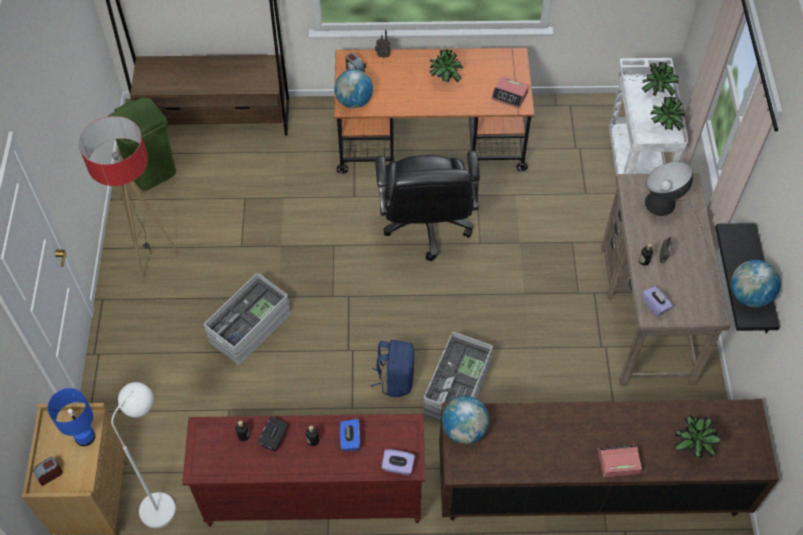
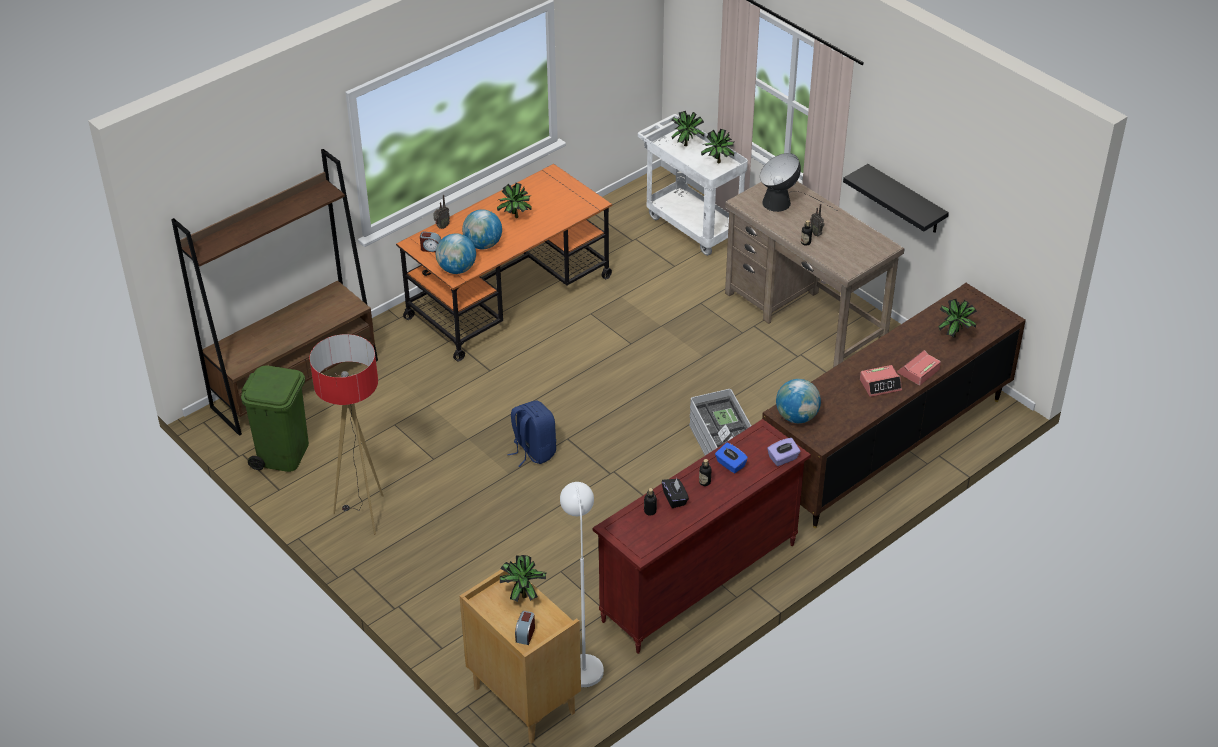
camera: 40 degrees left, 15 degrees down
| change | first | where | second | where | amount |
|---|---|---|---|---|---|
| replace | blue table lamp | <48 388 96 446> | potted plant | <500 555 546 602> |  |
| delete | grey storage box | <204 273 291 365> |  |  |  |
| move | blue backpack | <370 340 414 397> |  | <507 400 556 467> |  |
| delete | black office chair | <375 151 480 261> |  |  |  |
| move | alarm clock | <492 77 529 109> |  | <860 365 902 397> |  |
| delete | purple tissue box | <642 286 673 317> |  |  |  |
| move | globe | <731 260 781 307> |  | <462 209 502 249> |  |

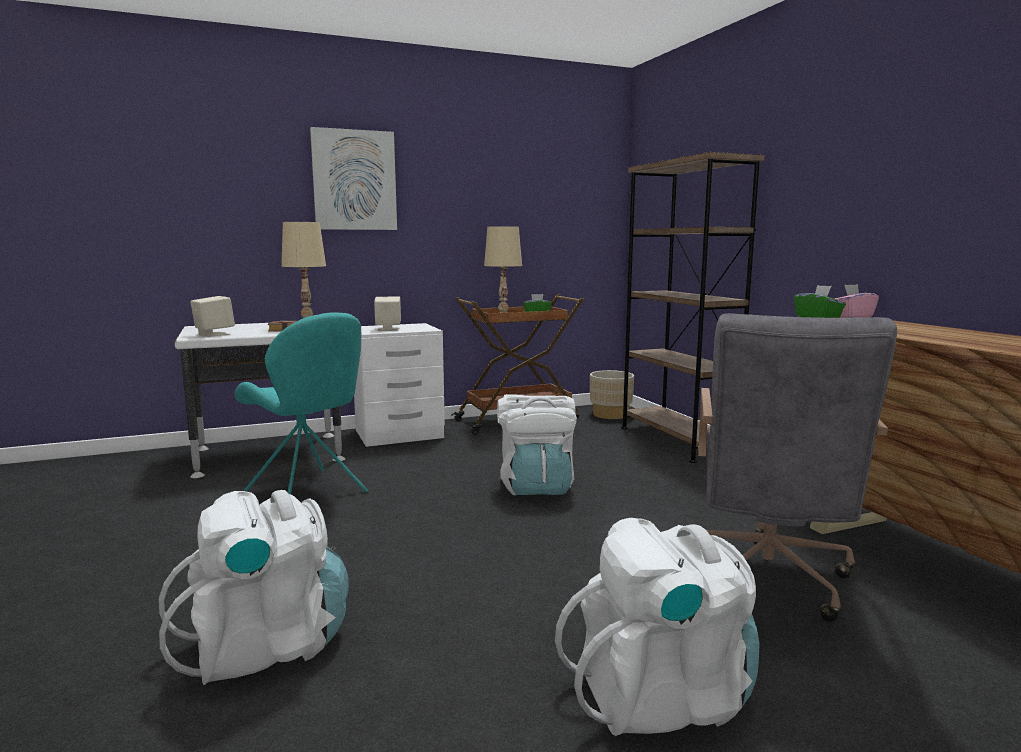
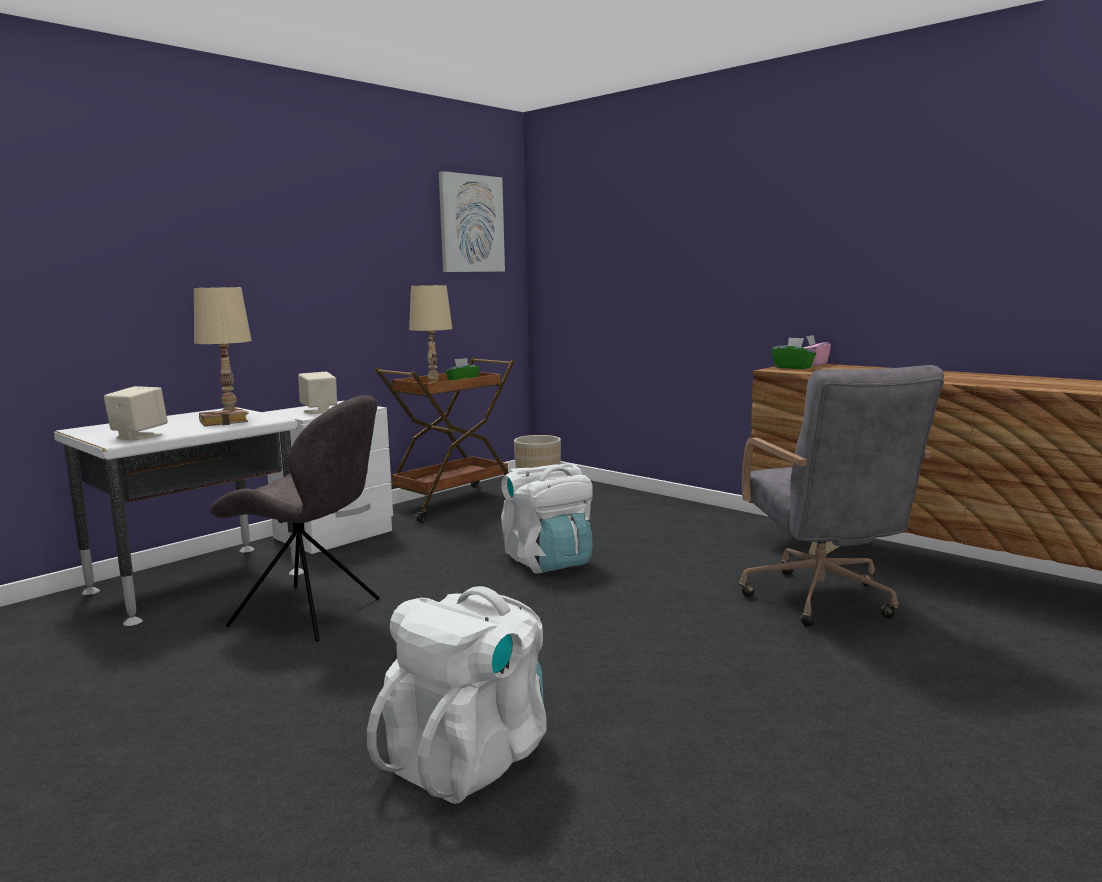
camera: 25 degrees left, 0 degrees up
| change | first | where | second | where | amount |
|---|---|---|---|---|---|
| recolor | turquoise chair | <235 312 368 495> | grey chair | <210 395 380 641> |  |
| move | picture | <310 127 397 230> |  | <439 171 505 272> |  |
| delete | white backpack | <555 518 760 736> |  |  |  |
| delete | brown bookcase | <621 152 765 463> |  |  |  |

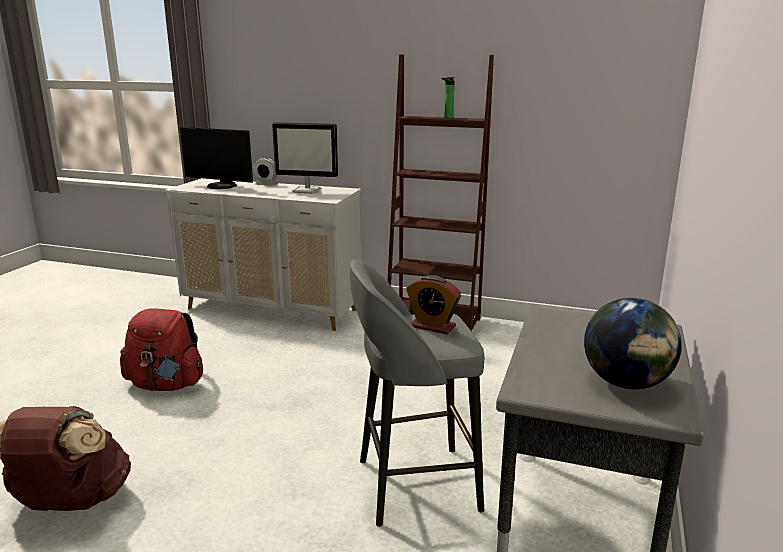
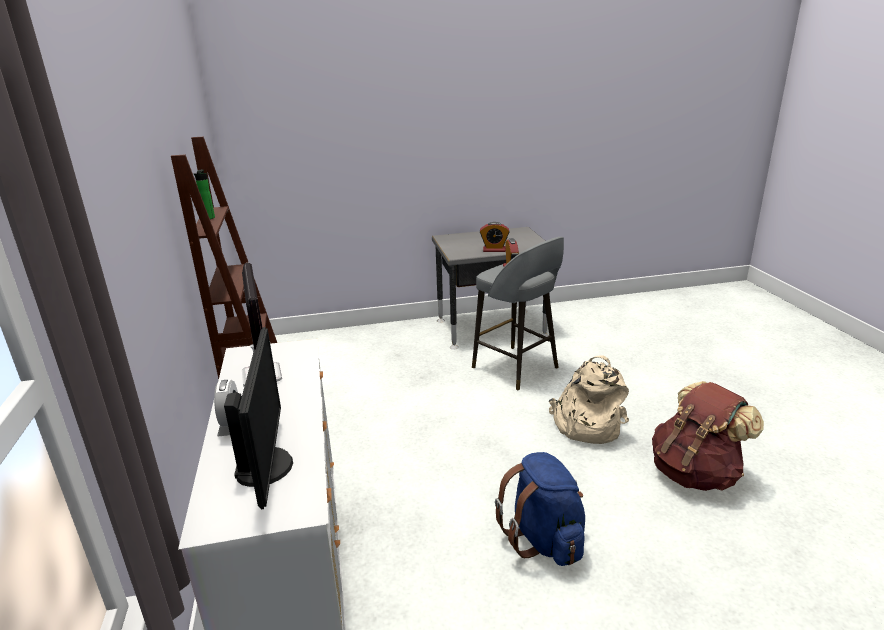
camera: 120 degrees left, 5 degrees up
| change | first | where | second | where | amount |
|---|---|---|---|---|---|
| recolor | red backpack | <120 308 203 391> | blue backpack | <495 452 585 566> |  |
| delete | globe | <584 298 682 389> |  |  |  |
| insert |  |  | alarm clock | <480 222 510 252> |  |
| insert |  |  | beige backpack | <549 355 629 444> |  |

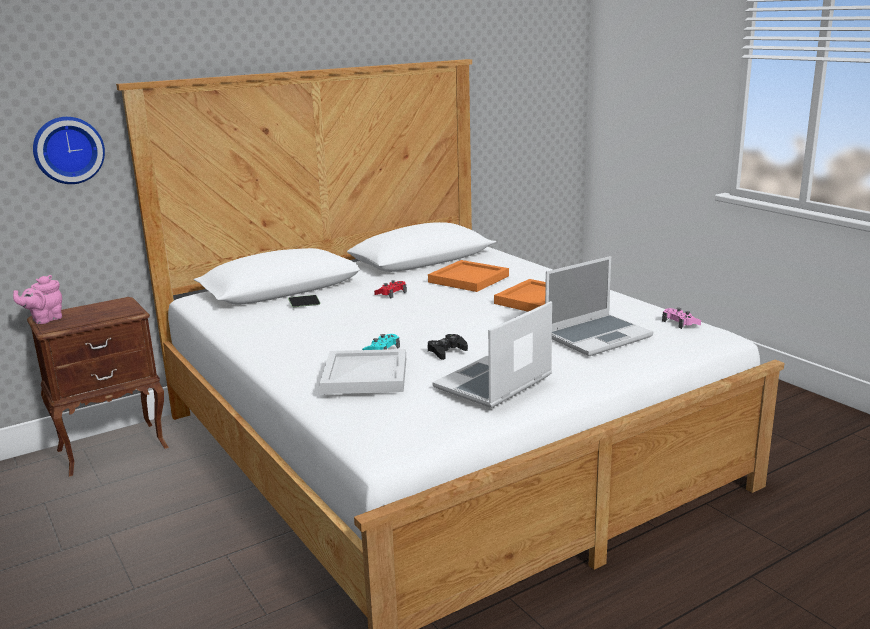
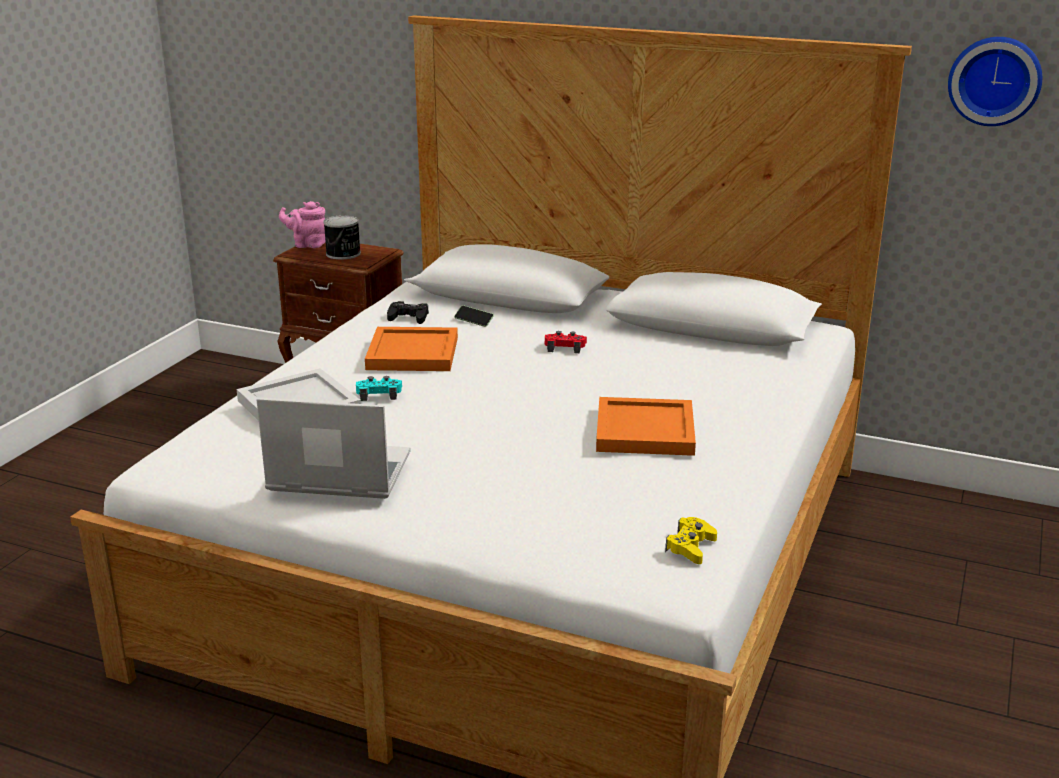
camera: 55 degrees right, 5 degrees up
| change | first | where | second | where | amount |
|---|---|---|---|---|---|
| move | wall clock | <33 117 105 184> |  | <948 37 1042 126> |  |
| move | orange tray | <428 260 509 292> |  | <365 327 458 371> |  |
| move | black game controller | <428 334 468 360> |  | <387 301 429 324> |  |
| delete | laptop | <545 256 653 356> |  |  |  |
| recolor | pink game controller | <662 308 701 329> | yellow game controller | <665 517 717 564> |  |
| insert |  |  | can | <323 215 361 260> |  |

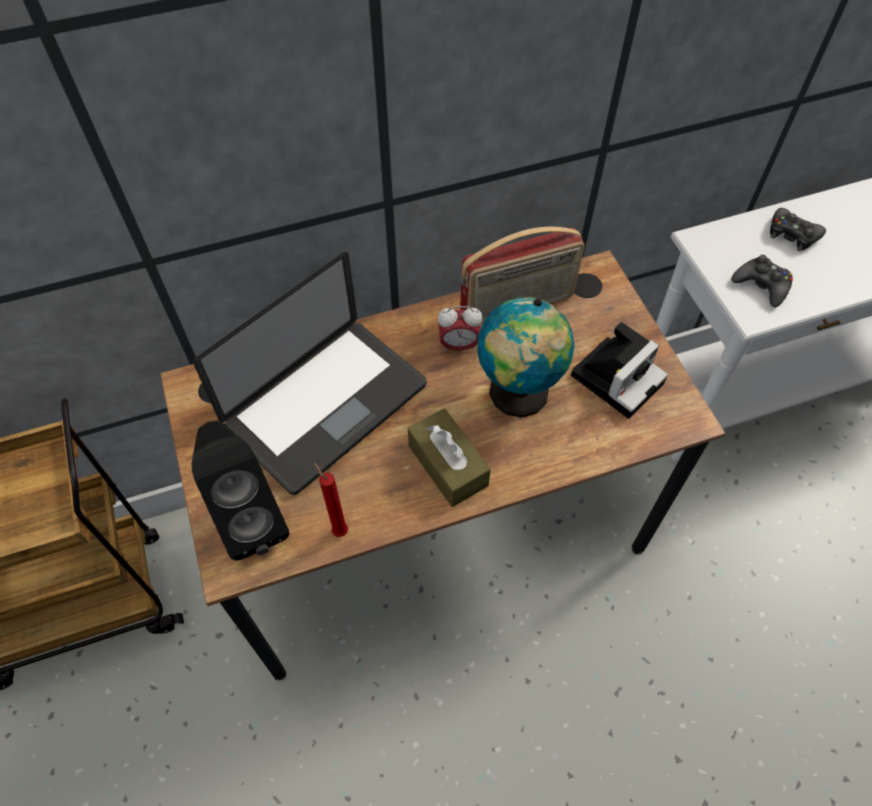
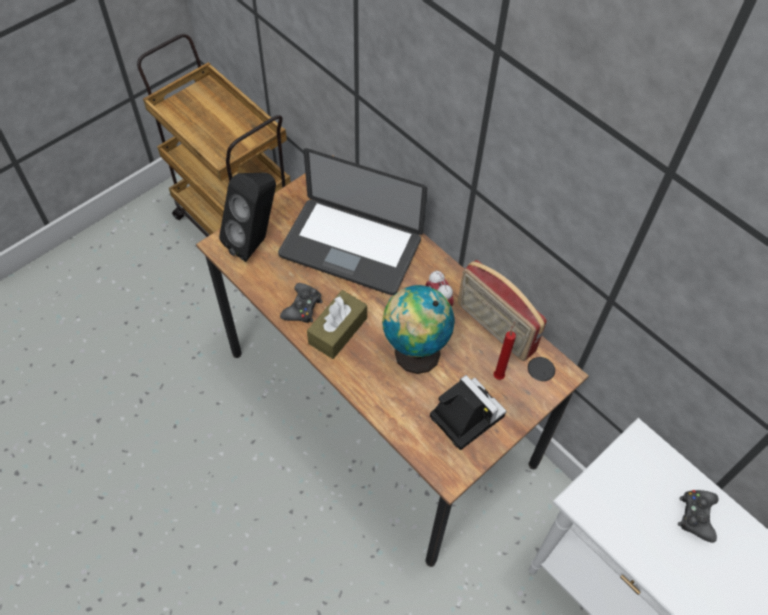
camera: 65 degrees right, 0 degrees up
| change | first | where | second | where | amount |
|---|---|---|---|---|---|
| move | red candle | <314 463 348 537> |  | <494 322 516 380> |  |
| rotate | photo camera | <571 322 668 419> |  | <430 375 506 450> | 150 degrees counterclockwise |
| move | black game controller | <731 255 793 307> |  | <280 283 323 323> |  |

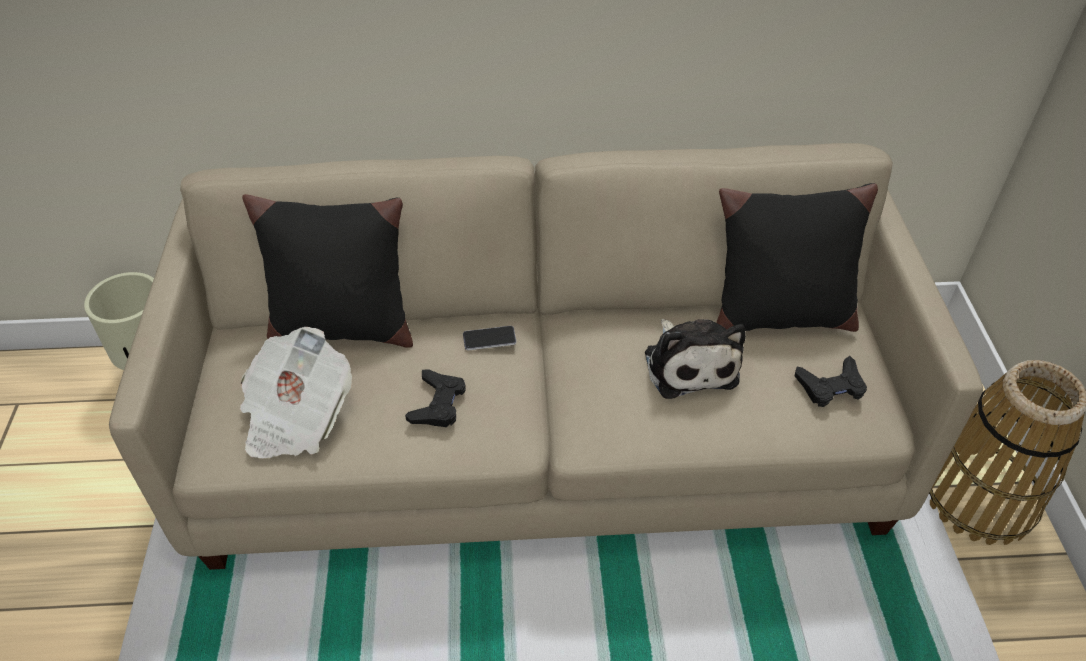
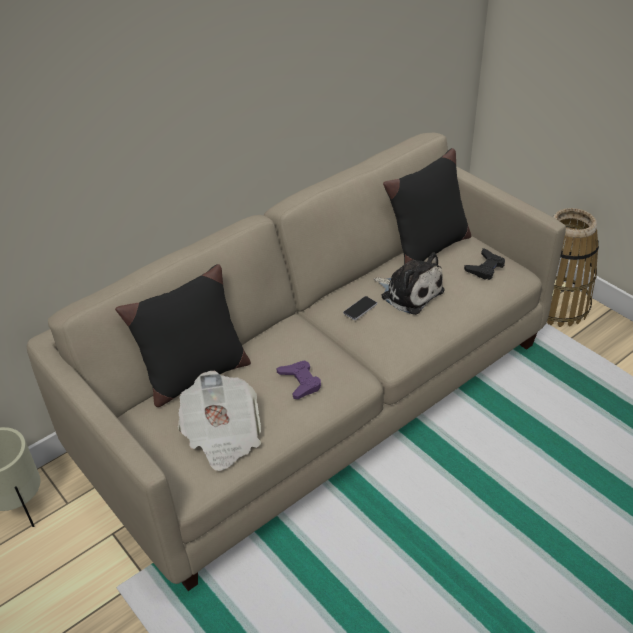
camera: 35 degrees left, 5 degrees down
| change | first | where | second | where | amount |
|---|---|---|---|---|---|
| recolor | black game controller | <405 369 466 427> | purple game controller | <277 360 321 399> |  |
| move | phone | <463 326 517 351> |  | <343 296 377 320> |  |

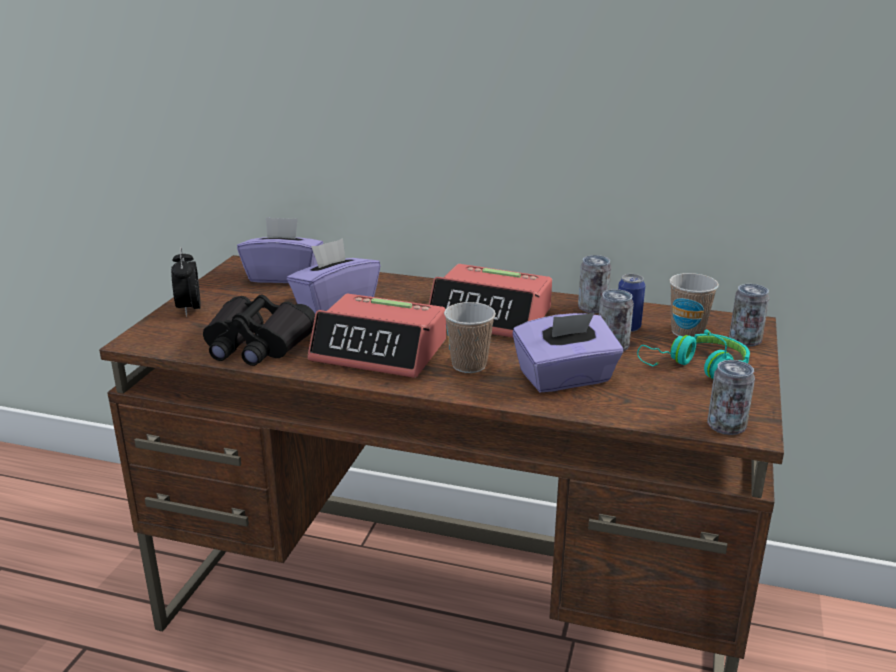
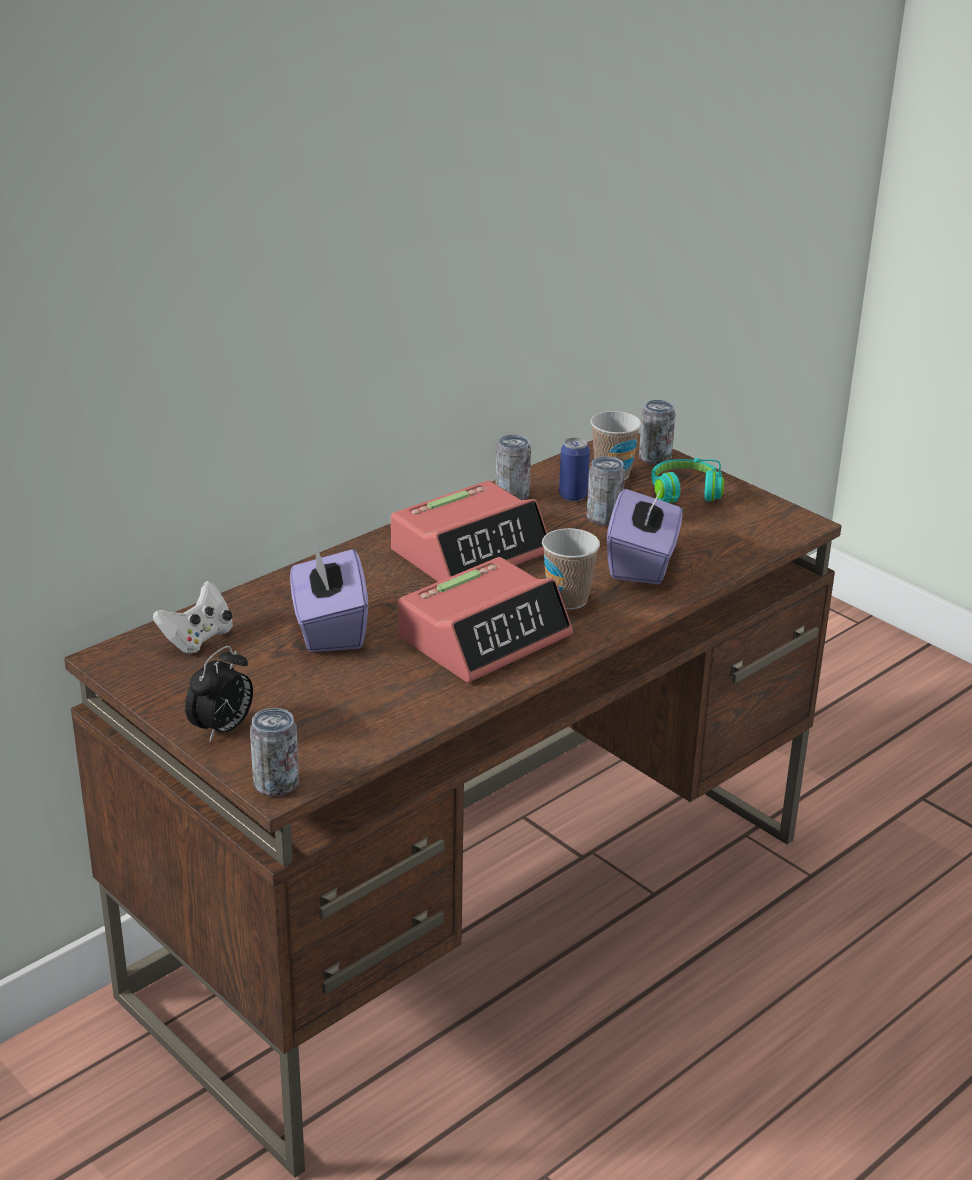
camera: 60 degrees left, 5 degrees up
| change | first | where | second | where | amount |
|---|---|---|---|---|---|
| rotate | alarm clock | <171 247 201 317> |  | <185 646 253 742> | 75 degrees counterclockwise |
| delete | black binoculars | <203 294 315 366> |  |  |  |
| replace | purple tissue box | <237 217 323 283> | white game controller | <153 581 233 654> |  |
| move | can | <707 360 755 435> |  | <250 708 299 796> |  |

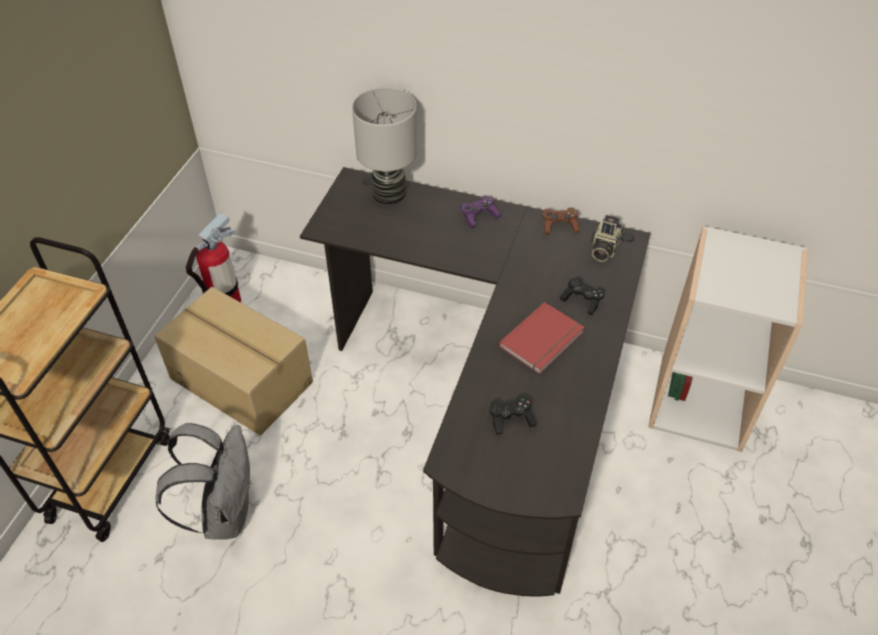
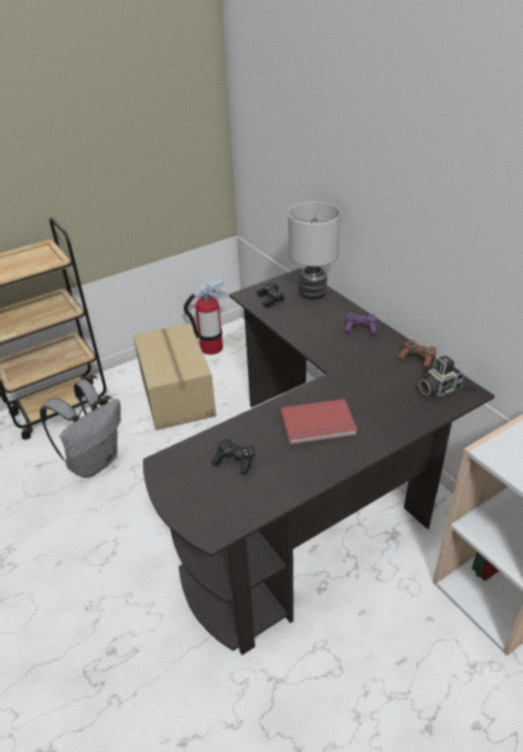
camera: 40 degrees right, 10 degrees down
| change | first | where | second | where | amount |
|---|---|---|---|---|---|
| move | black game controller | <560 277 604 315> |  | <257 283 285 308> |  |

